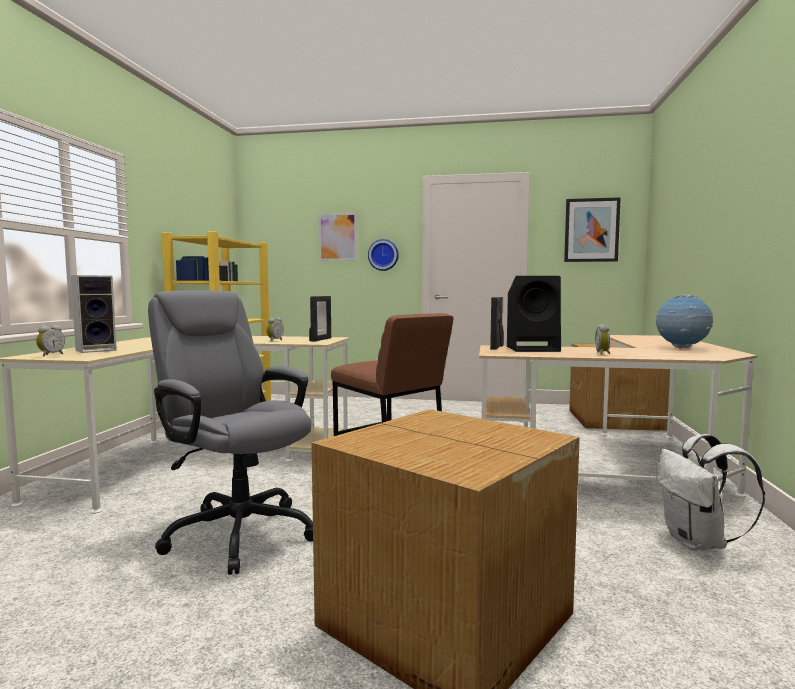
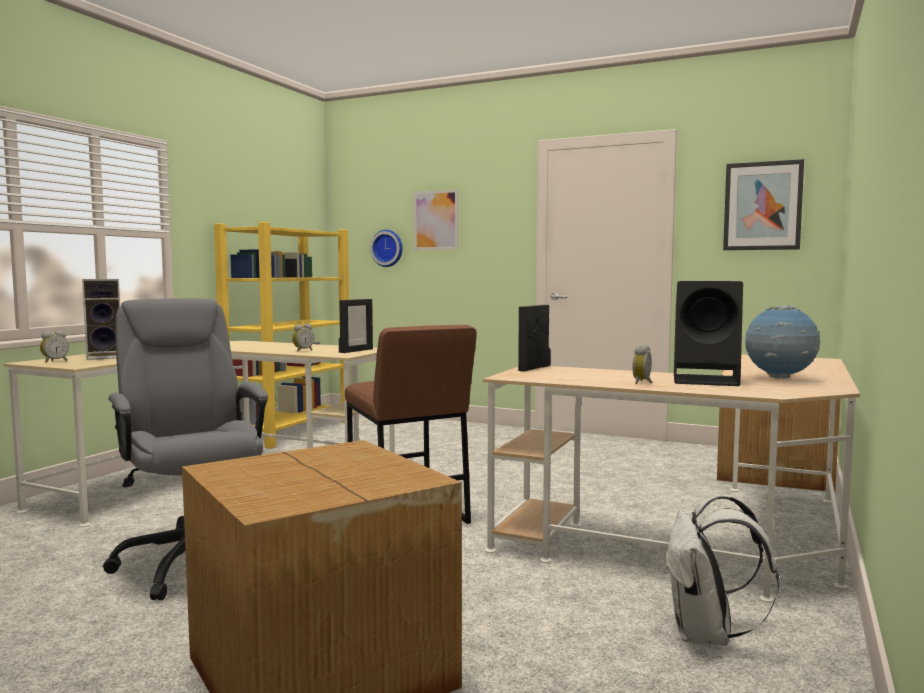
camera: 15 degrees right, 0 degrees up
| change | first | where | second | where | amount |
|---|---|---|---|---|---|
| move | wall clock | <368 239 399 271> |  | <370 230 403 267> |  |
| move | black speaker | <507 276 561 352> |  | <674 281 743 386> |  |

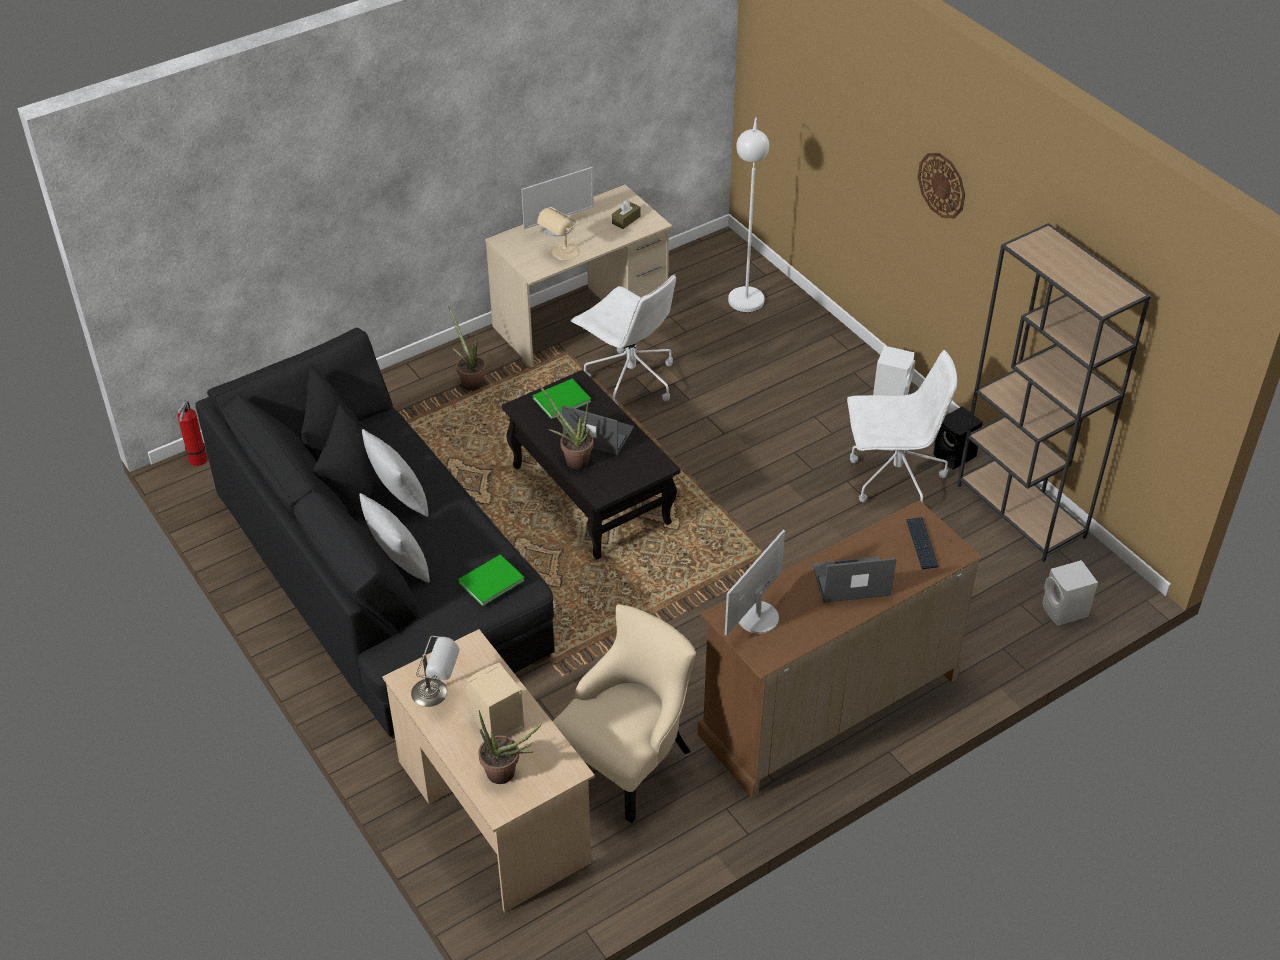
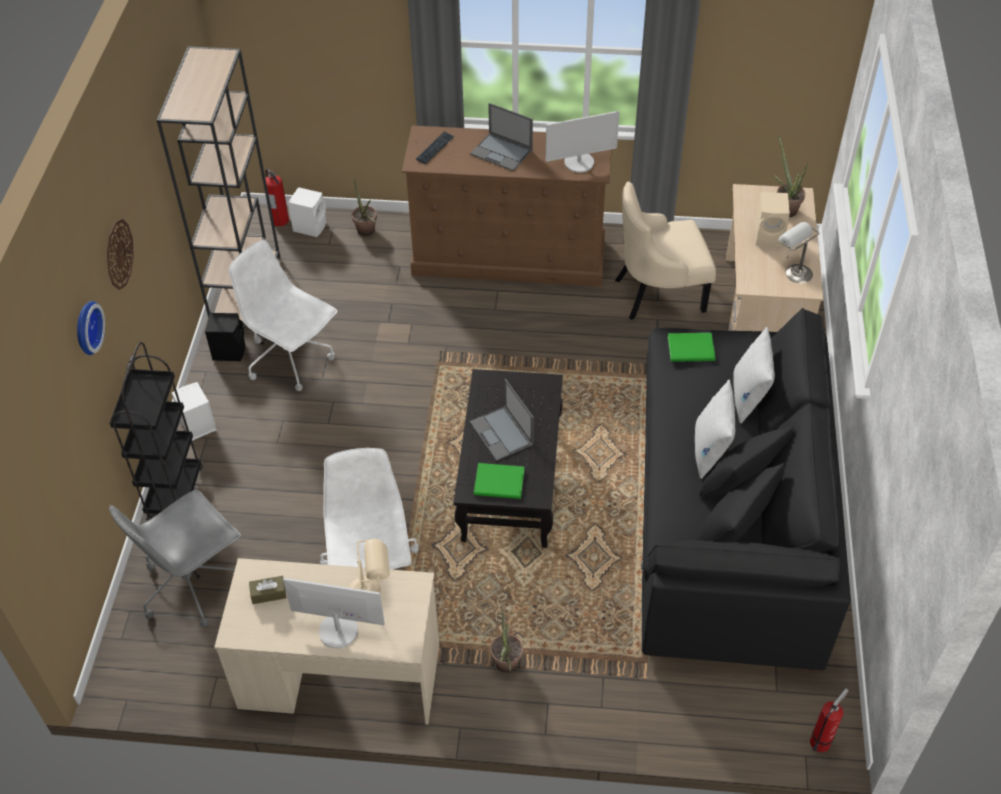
camera: 140 degrees left, 5 degrees up
| change | first | where | second | where | amount |
|---|---|---|---|---|---|
| move | potted plant | <539 385 594 469> |  | <352 179 377 236> |  |
| replace | white floor lamp | <728 118 769 312> | grey office chair | <109 489 241 627> |  |
| insert |  |  | wall clock | <77 301 105 355> |  |
| insert |  |  | black cart | <110 342 203 520> |  |
| insert |  |  | fire extinguisher | <265 169 289 226> |  |

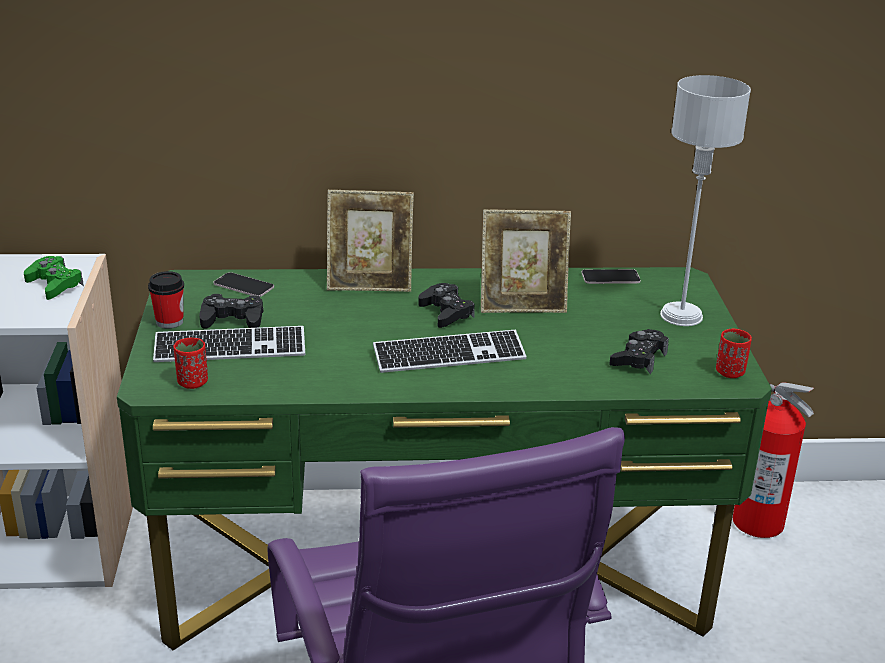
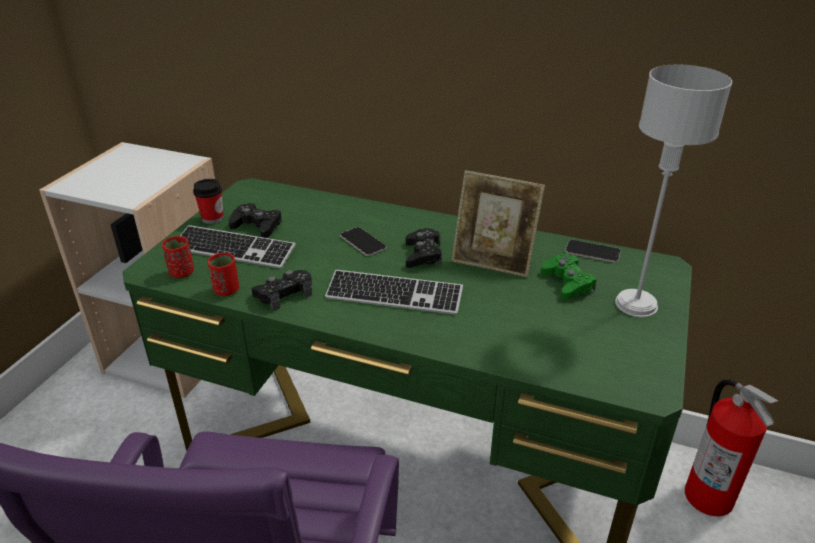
camera: 25 degrees right, 5 degrees up
| change | first | where | second | where | amount |
|---|---|---|---|---|---|
| move | green game controller | <24 256 84 300> |  | <540 254 597 300> |  |
| move | phone | <214 272 274 297> |  | <340 227 387 256> |  |
| delete | picture frame | <327 190 414 292> |  |  |  |
| move | black game controller | <609 329 669 374> |  | <251 270 312 311> |  |
| move | red cup | <716 328 752 378> |  | <208 253 239 296> |  |

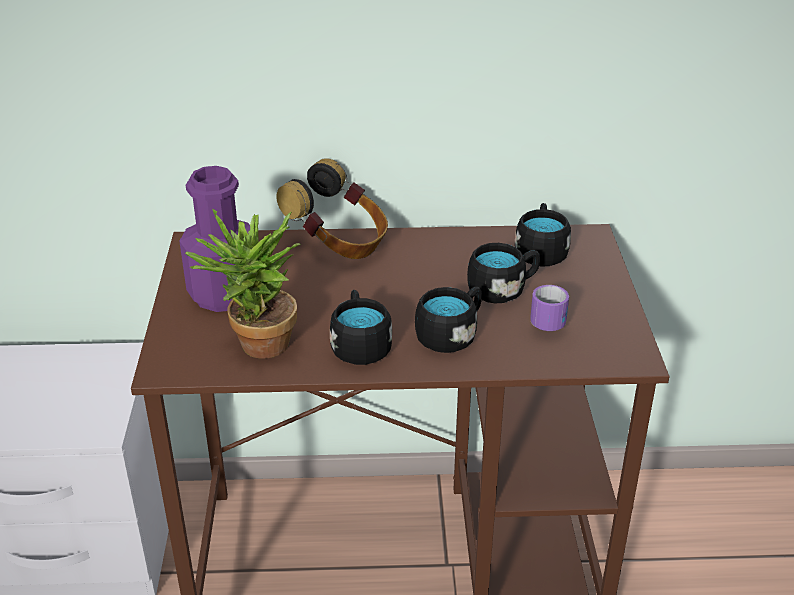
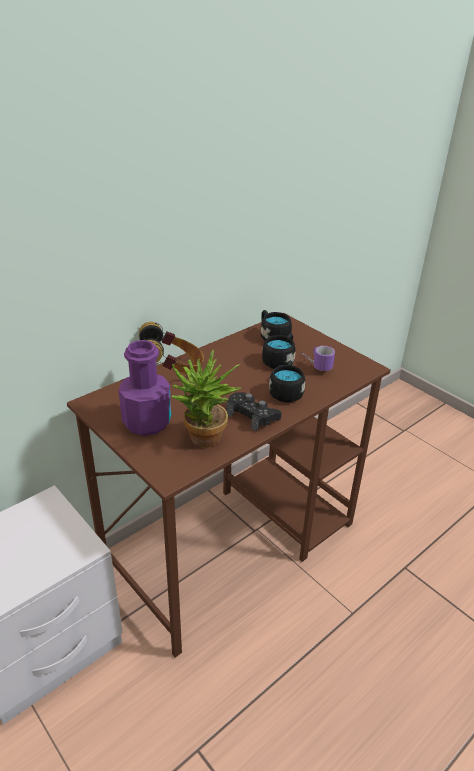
camera: 40 degrees left, 0 degrees up
| change | first | where | second | where | amount |
|---|---|---|---|---|---|
| replace | black mug | <330 290 392 365> | black game controller | <226 392 282 431> |  |

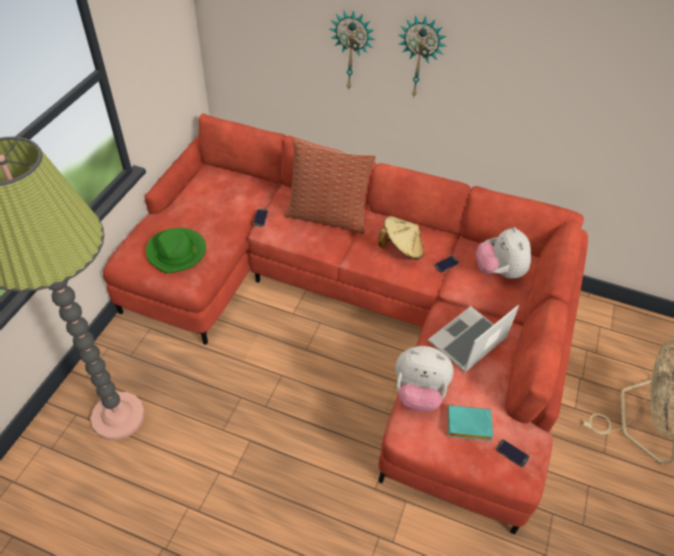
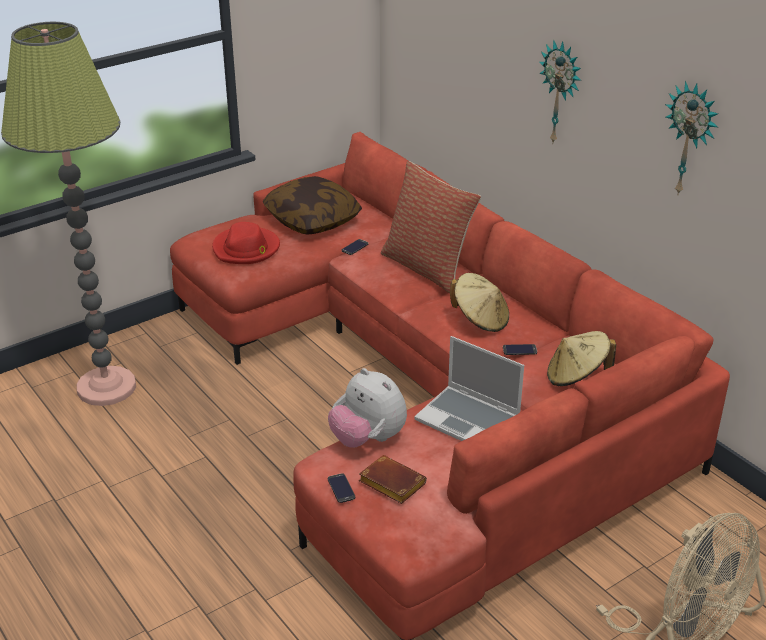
camera: 35 degrees right, 15 degrees down
| change | first | where | second | where | amount |
|---|---|---|---|---|---|
| recolor | green hat | <146 228 206 273> | red hat | <212 222 280 264> |  |
| move | wall clock | <330 10 375 89> |  | <665 81 718 194> |  |
| rotate | laptop | <428 305 519 372> |  | <414 336 524 441> | 135 degrees counterclockwise |
| recolor | turquoise book | <447 405 493 441> | brown book | <359 455 427 504> |  |
| replace | plush toy | <476 227 531 279> | beige hat | <547 331 616 386> |  |
| move | phone | <496 440 529 467> |  | <328 473 355 503> |  |
| insert |  |  | pillow | <263 176 362 235> |  |

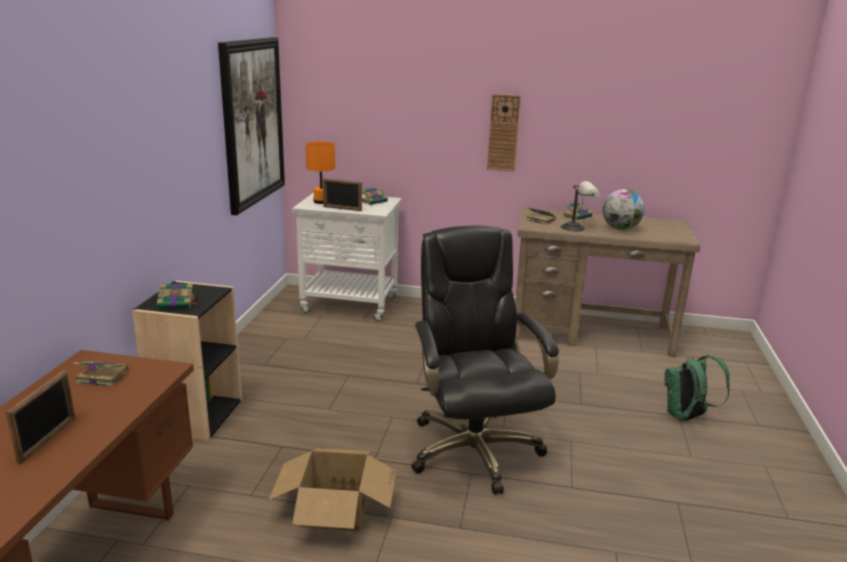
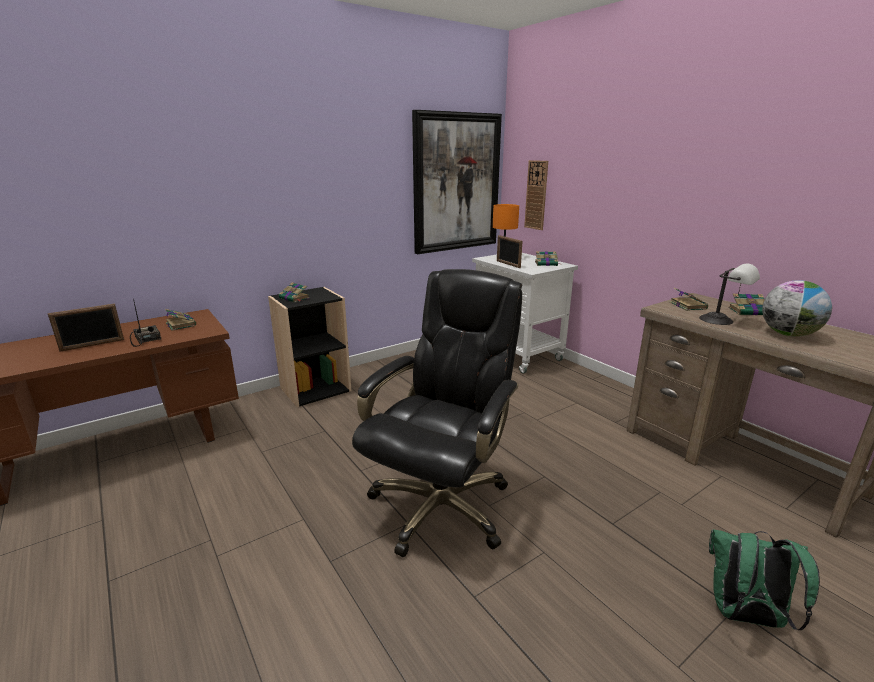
camera: 45 degrees right, 0 degrees up
| change | first | where | second | where | amount |
|---|---|---|---|---|---|
| delete | cardboard box | <268 448 396 531> |  |  |  |
| move | wall clock | <487 94 521 172> |  | <524 160 548 230> |  |
| insert |  |  | radio | <130 298 162 347> |  |

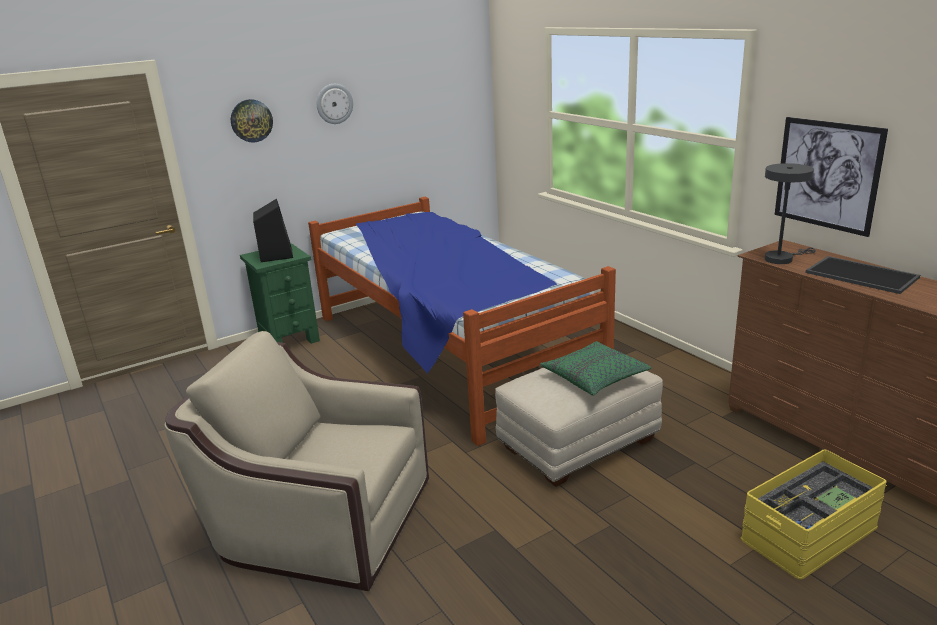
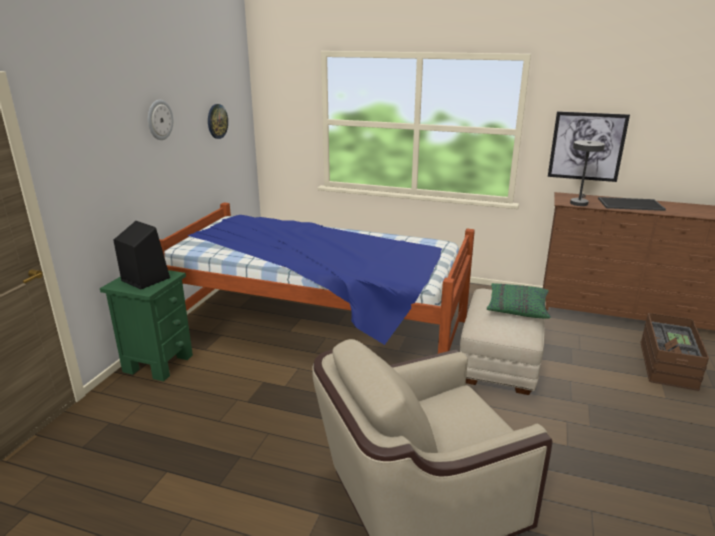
camera: 40 degrees left, 0 degrees up
| change | first | where | second | where | amount |
|---|---|---|---|---|---|
| move | wall clock | <231 99 273 143> |  | <208 104 228 139> |  |
| recolor | yellow storage box | <741 449 887 580> | brown storage box | <640 313 709 391> |  |

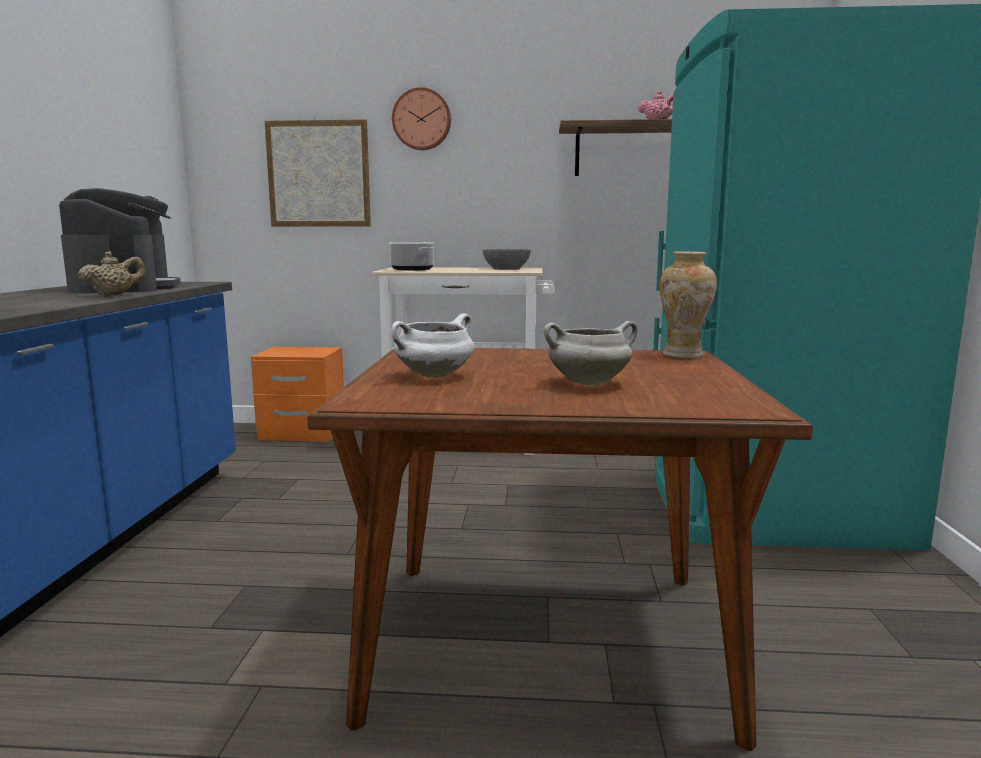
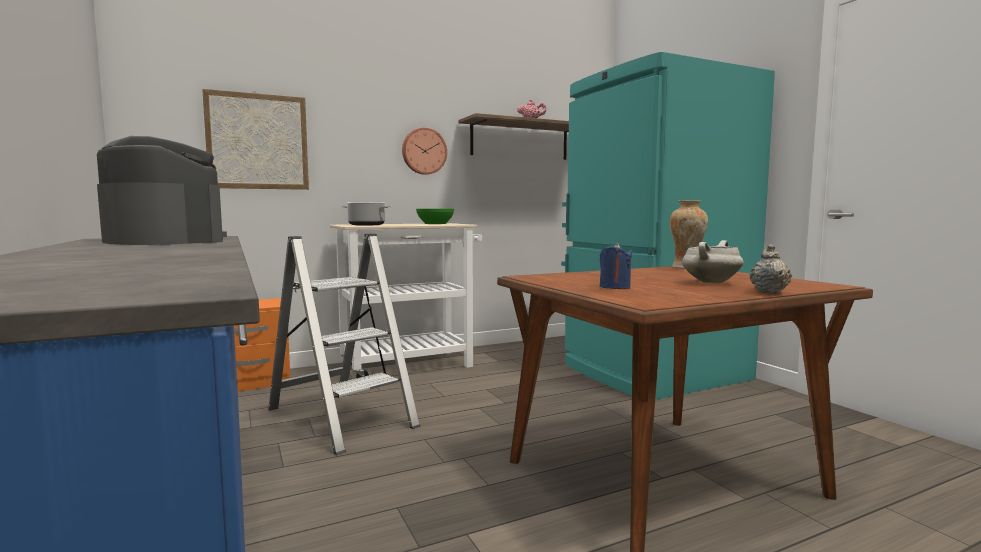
camera: 30 degrees left, 5 degrees down
| change | first | where | second | where | amount |
|---|---|---|---|---|---|
| move | beige teapot | <78 251 146 296> |  | <750 244 792 294> |  |
| replace | white cooking pot | <391 313 474 378> | blue candle | <600 243 632 289> |  |
| move | wall clock | <392 87 451 150> |  | <402 127 447 175> |  |
| recolor | grey bowl | <483 249 531 270> | green bowl | <416 209 454 224> |  |
| insert |  |  | grey step ladder | <268 234 421 455> |  |

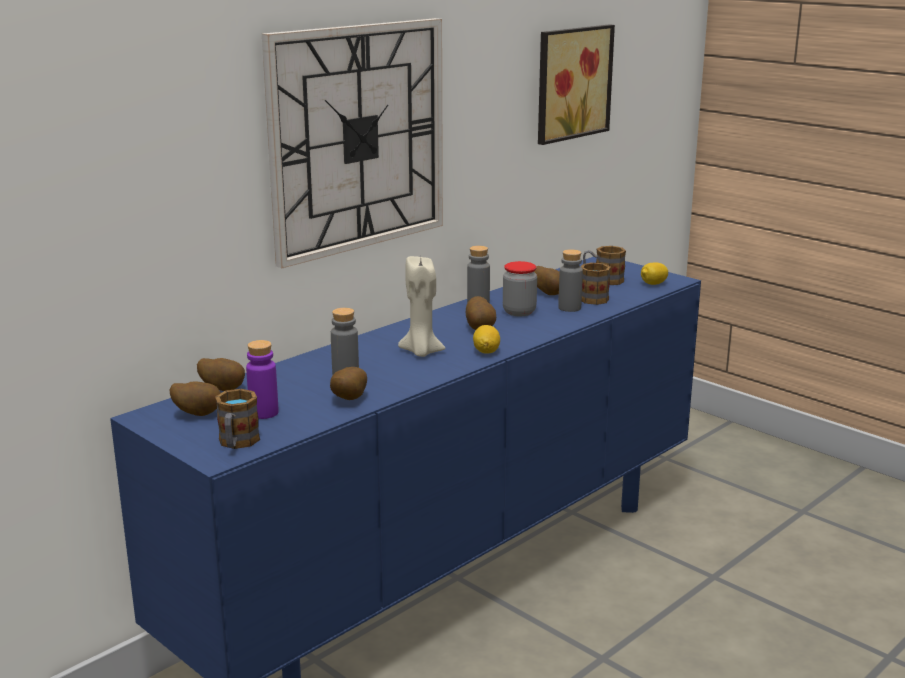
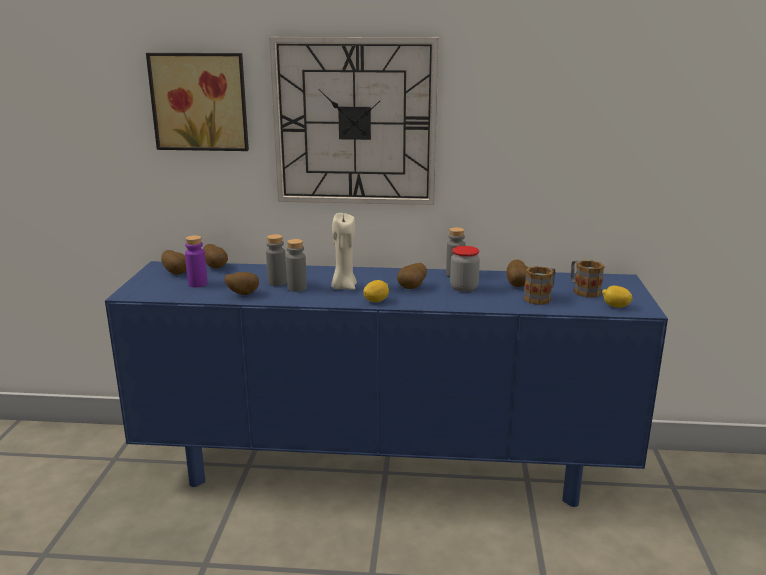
camera: 50 degrees right, 0 degrees up
| change | first | where | second | where | amount |
|---|---|---|---|---|---|
| delete | mug | <215 389 260 449> |  |  |  |
| move | picture | <538 24 615 145> |  | <146 53 249 151> |  |
| move | grey bottle | <558 249 583 312> |  | <286 239 307 292> |  |

